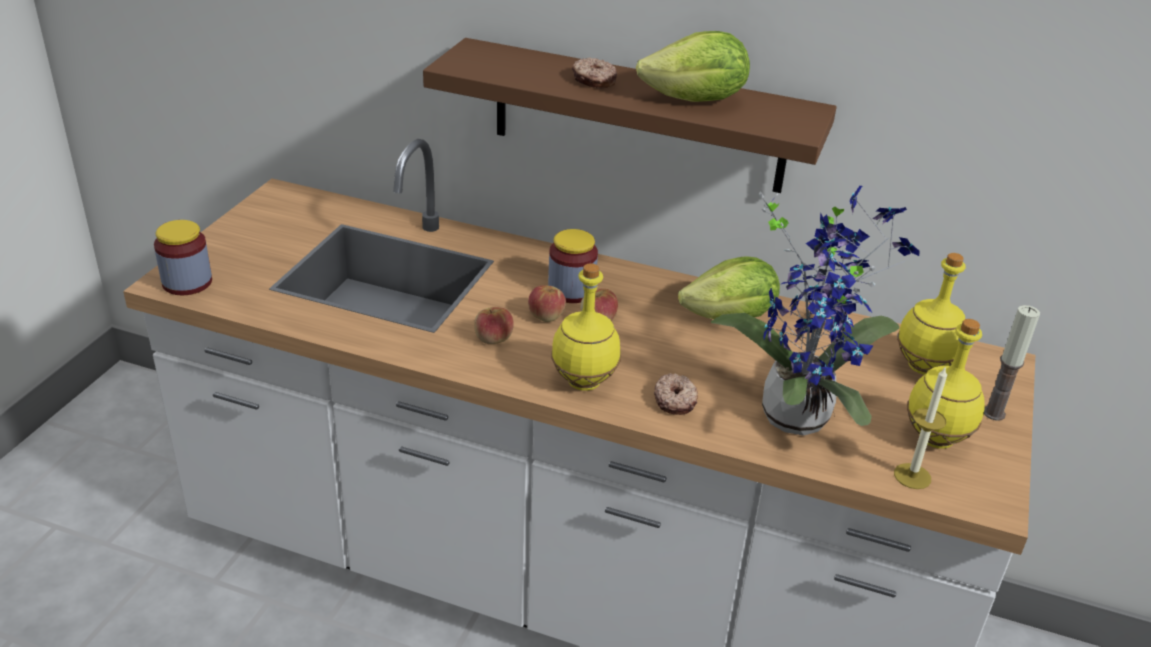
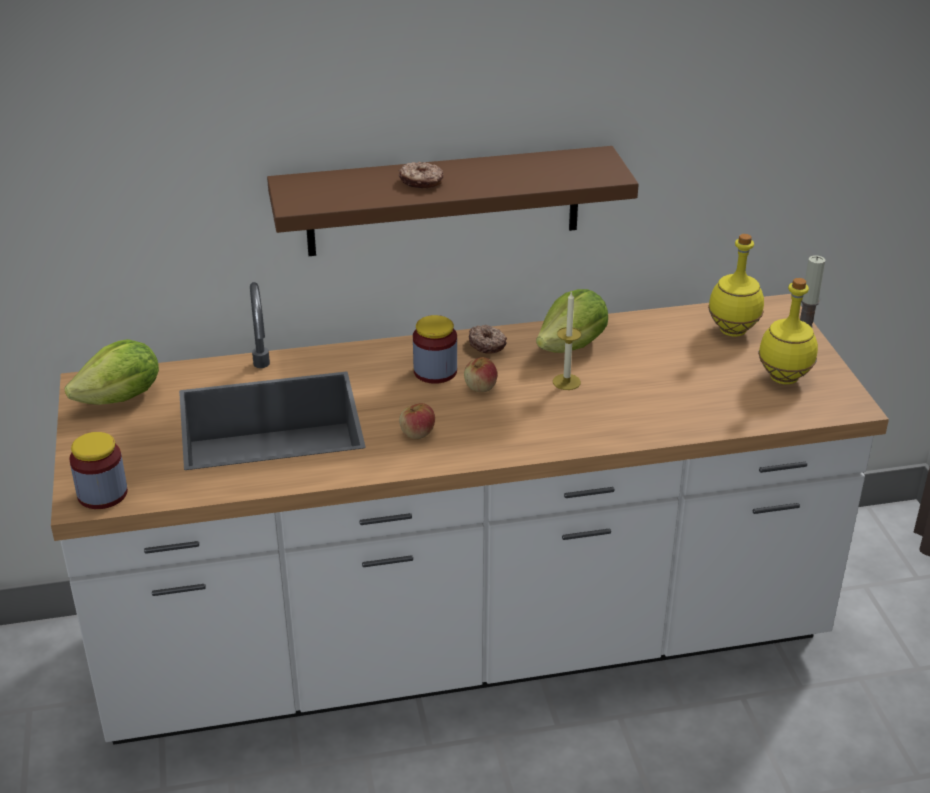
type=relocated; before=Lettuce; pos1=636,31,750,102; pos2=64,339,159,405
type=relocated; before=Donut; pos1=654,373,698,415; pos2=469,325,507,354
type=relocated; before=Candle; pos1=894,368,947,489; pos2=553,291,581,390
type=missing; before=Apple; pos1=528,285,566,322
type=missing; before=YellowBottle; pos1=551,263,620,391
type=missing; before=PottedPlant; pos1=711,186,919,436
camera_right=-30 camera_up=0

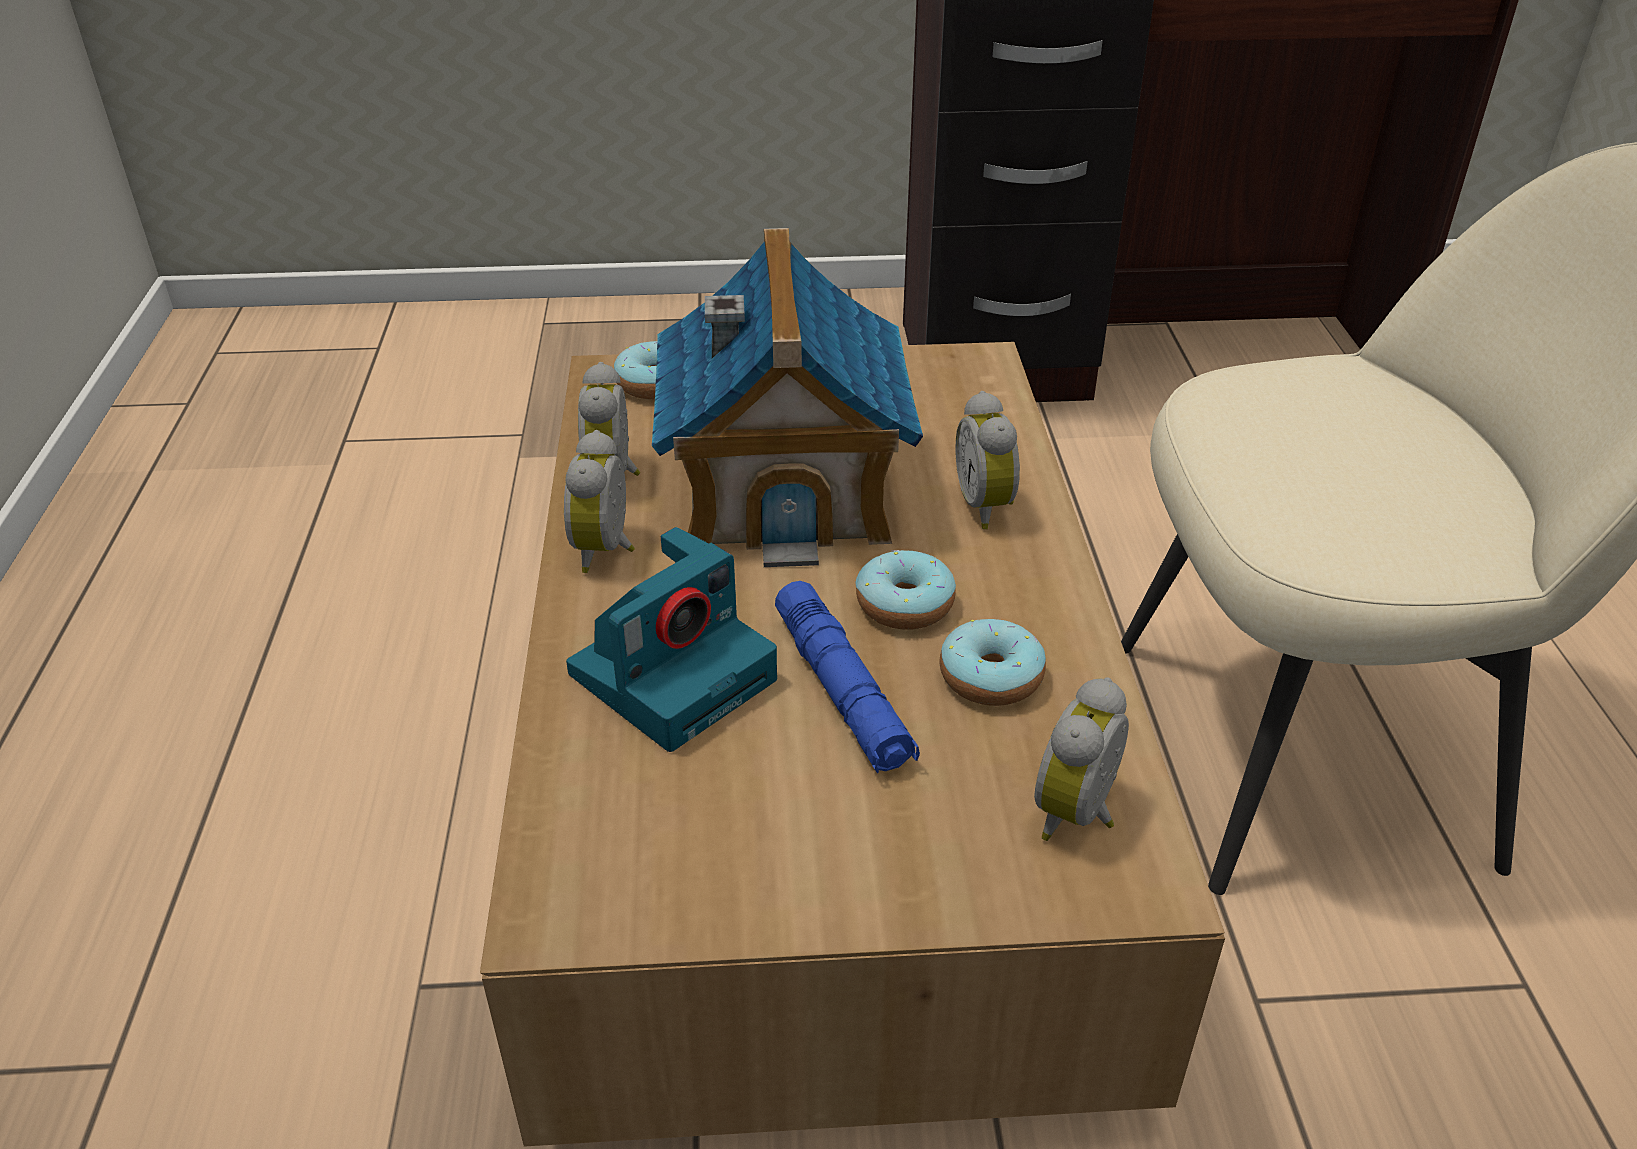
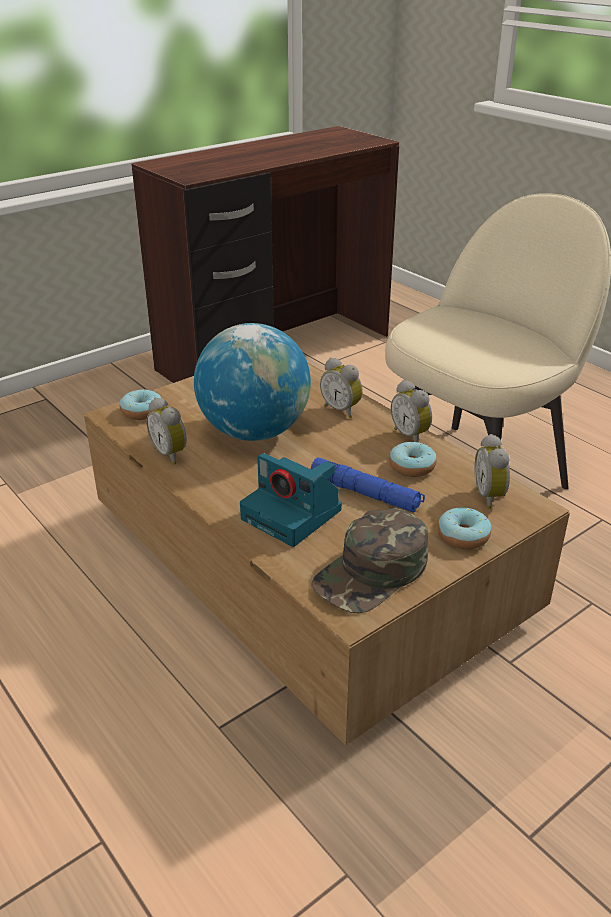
type=exchanged; before=ToyHouse; after=Globe; pos1=652,228,923,567; pos2=194,323,311,441
type=spun; before=PhotoCamera; pos1=566,527,777,752; pos2=240,453,342,547; turn=120
type=appeared; after=GreenCap; pos2=311,508,428,613
type=relocated; before=AlarmClock; pos1=564,430,635,573; pos2=391,380,432,442
type=relocated; before=Donut; pos1=856,550,956,630; pos2=438,507,491,549
camera_right=-35 camera_up=-5

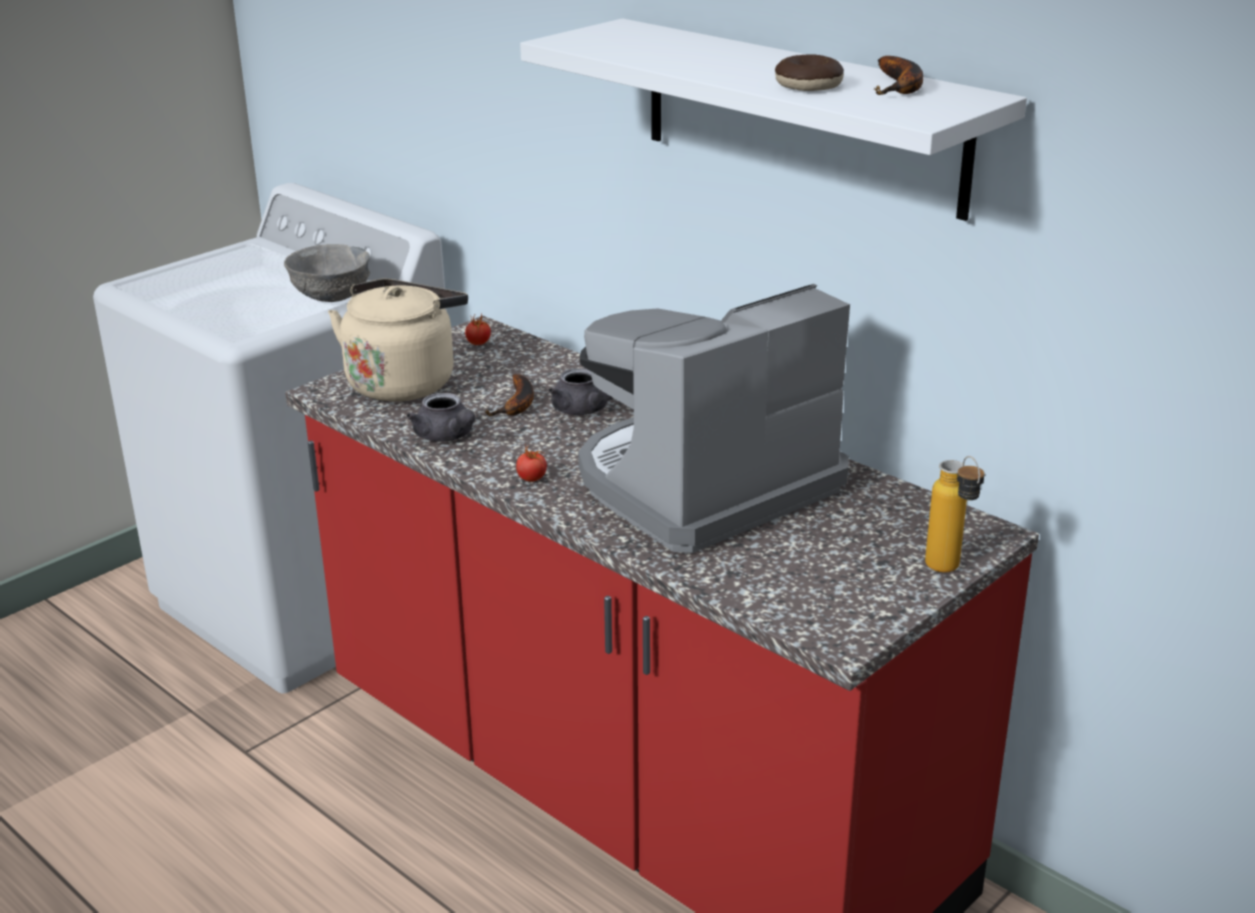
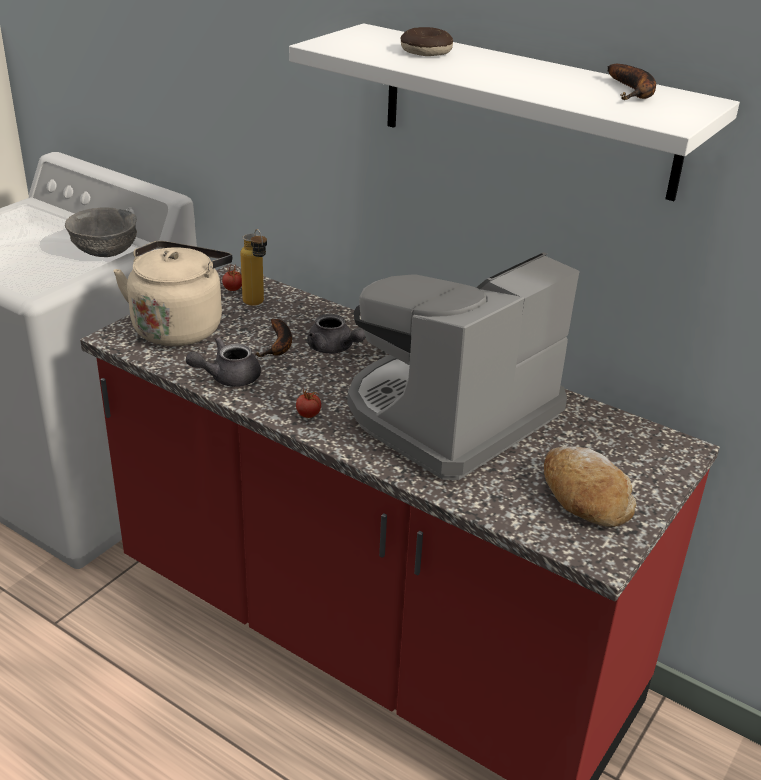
type=spun; before=GreyTeapot; pos1=406,393,475,442; pos2=186,337,261,387; turn=105
type=relocated; before=Bottle; pos1=925,456,985,573; pos2=241,229,267,306
type=relocated; before=Donut; pos1=775,55,844,91; pos2=401,27,453,56
type=appeared; after=Bread; pos2=544,447,636,527
camera_right=-10 camera_up=5

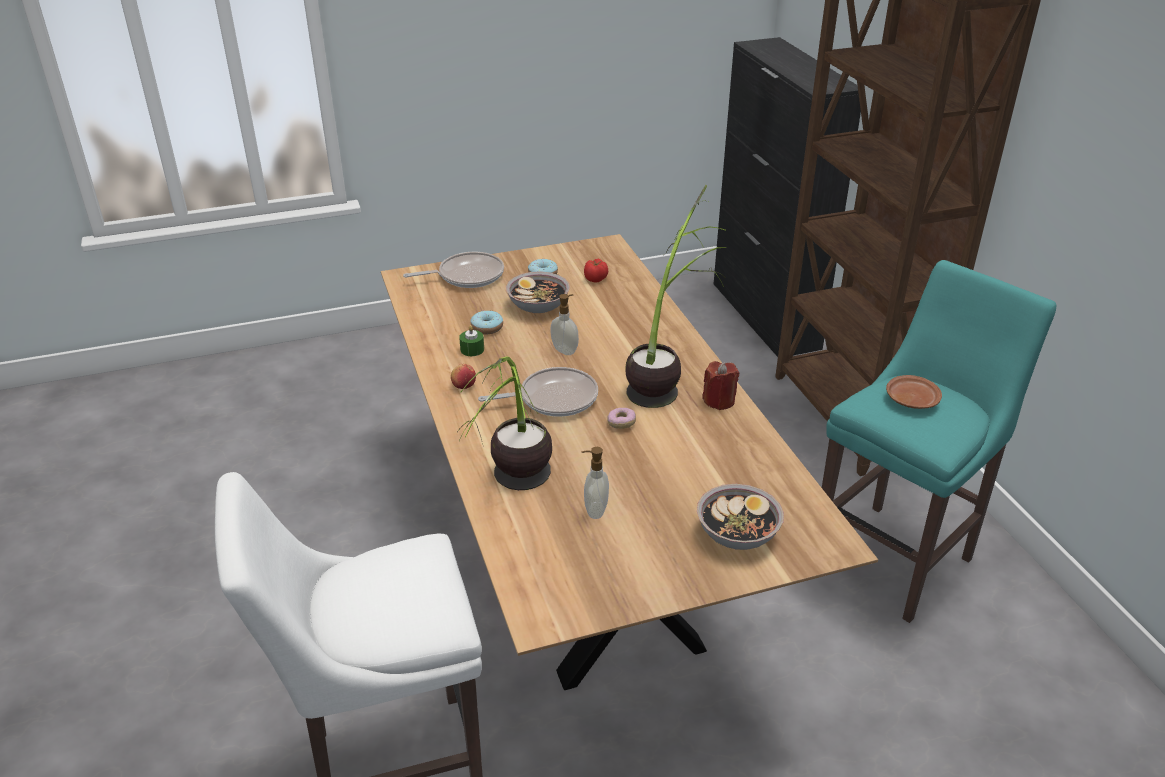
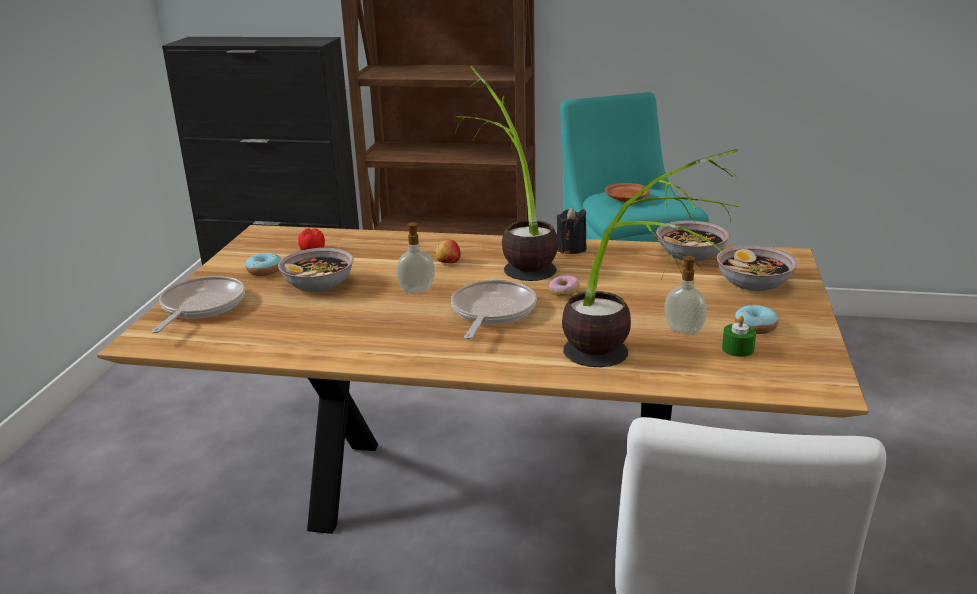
type=relocated; before=Apple; pos1=451,364,476,389; pos2=435,240,461,263
type=colour; before=RedCandle; after=BlackCandle; pos1=702,361,739,410; pos2=557,207,587,254
type=appeared; after=Bowl; pos2=656,220,729,262
type=relocated; before=GreenCandle; pos1=459,325,484,356; pos2=722,315,756,357
type=relocated; before=Donut; pos1=470,310,503,334; pos2=735,305,778,334
camera_right=-60 camera_up=-10

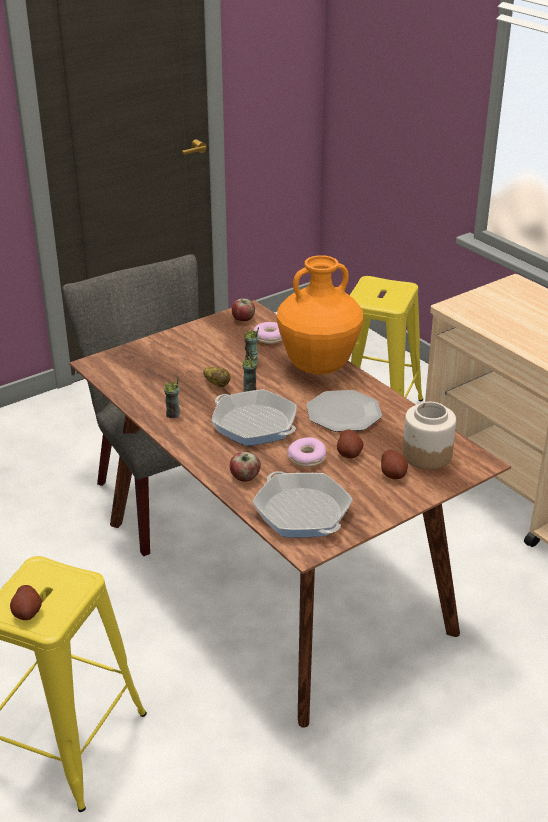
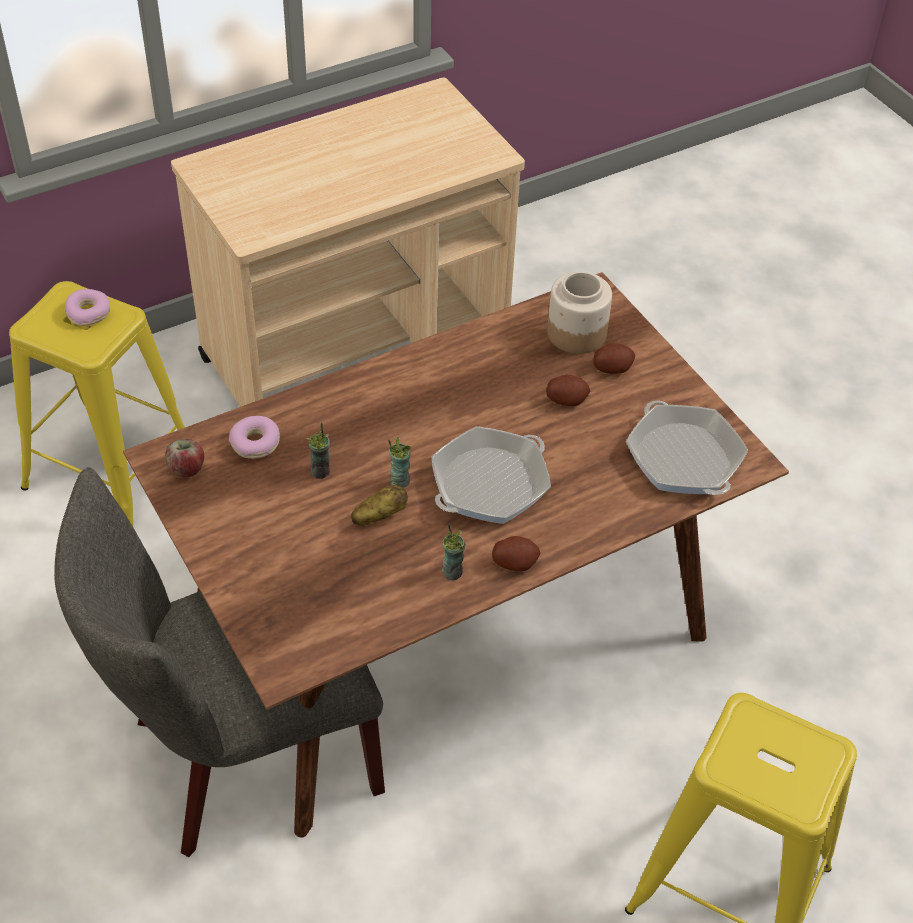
type=relocated; before=Donut; pos1=287,437,326,467; pos2=65,289,110,326
type=relocated; before=Potato; pos1=10,585,42,620; pos2=492,536,540,571
type=spun; before=FryingPan; pos1=252,471,353,538; pos2=626,401,748,495; turn=-90
type=missing; before=Apple; pos1=230,452,261,482
type=missing; before=OrangeVase; pos1=277,255,363,375
type=missing; before=Plate; pos1=307,390,382,432
camera_right=-85 camera_up=15

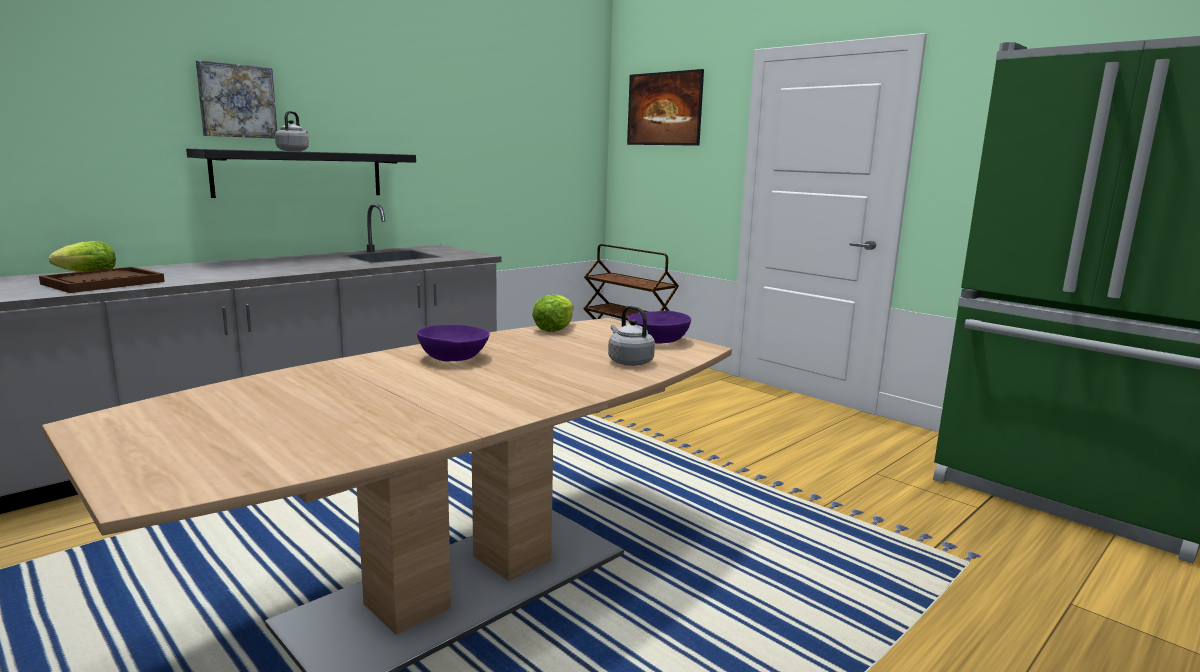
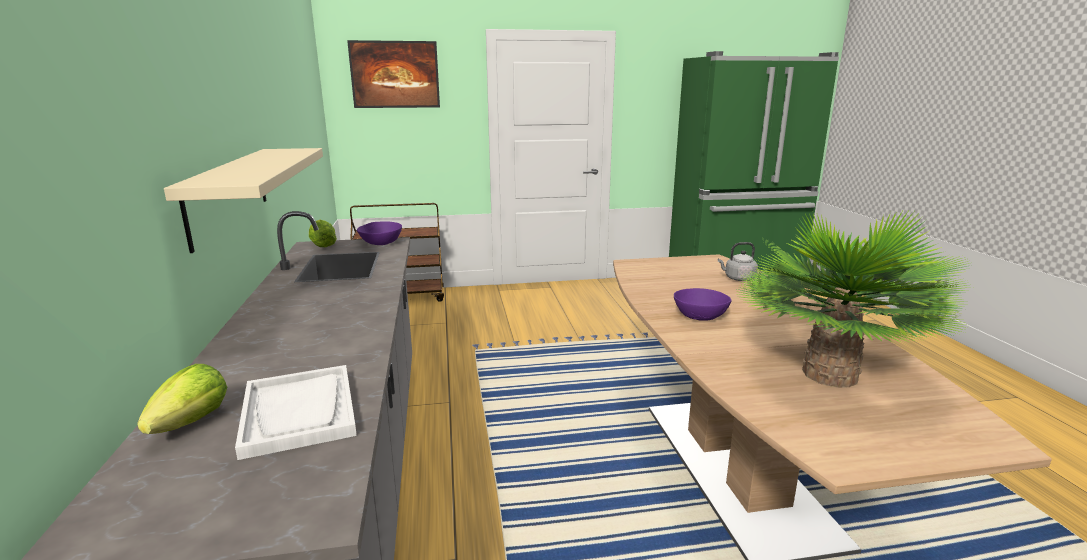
type=colour; before=BlackShelf; after=BeigeShelf; pos1=186,149,416,198; pos2=164,148,323,253
type=colour; before=BrownTray; after=WhiteTray; pos1=39,267,165,293; pos2=235,365,357,460
type=relocated; before=Lettuce; pos1=532,294,574,332; pos2=309,220,337,247
type=relocated; before=PurpleBowl; pos1=628,311,691,344; pos2=357,221,402,245
type=appeared; after=PottedPlant; pos2=735,209,972,388
type=missing; before=Picture; pos1=196,60,277,139
type=missing; before=GreyKettle; pos1=275,111,309,151
camera_right=-55 camera_up=5

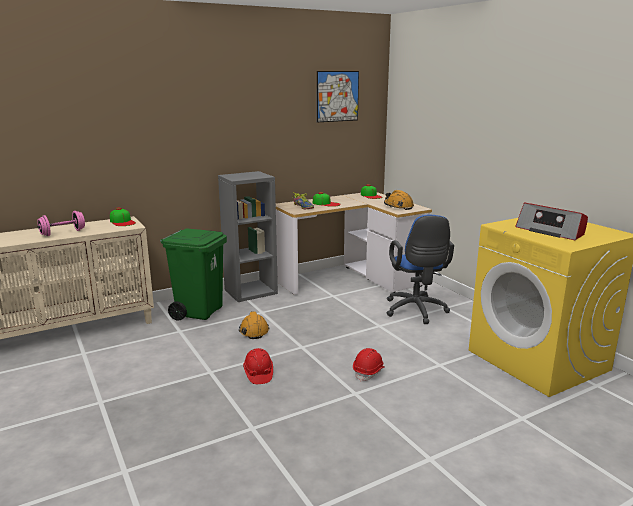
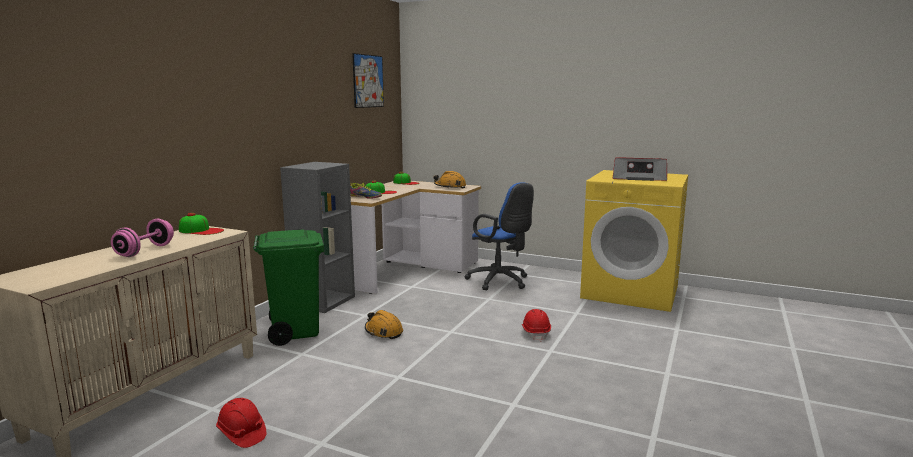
type=relocated; before=RedHardHat; pos1=243,348,273,384; pos2=216,398,266,448
camera_right=-35 camera_up=-5

